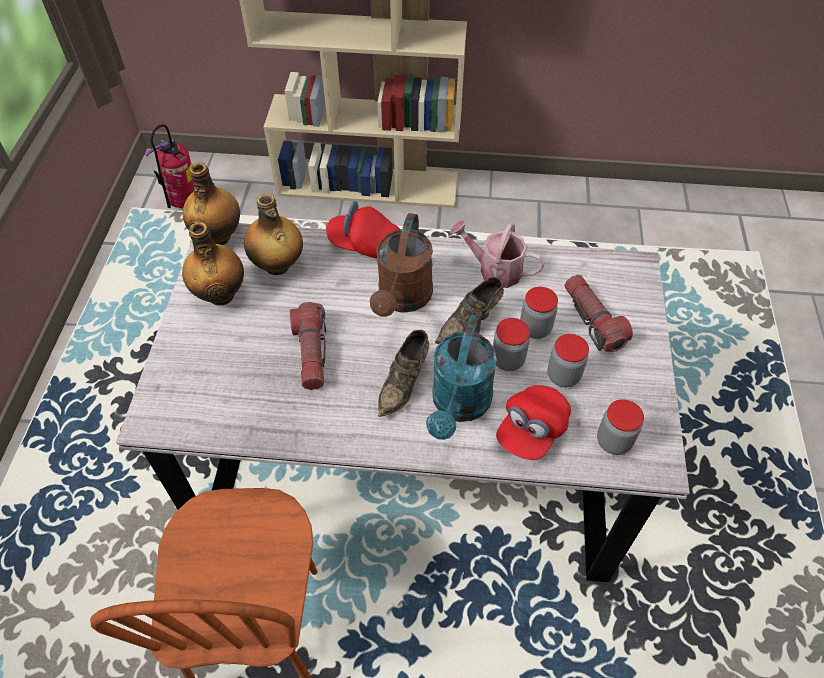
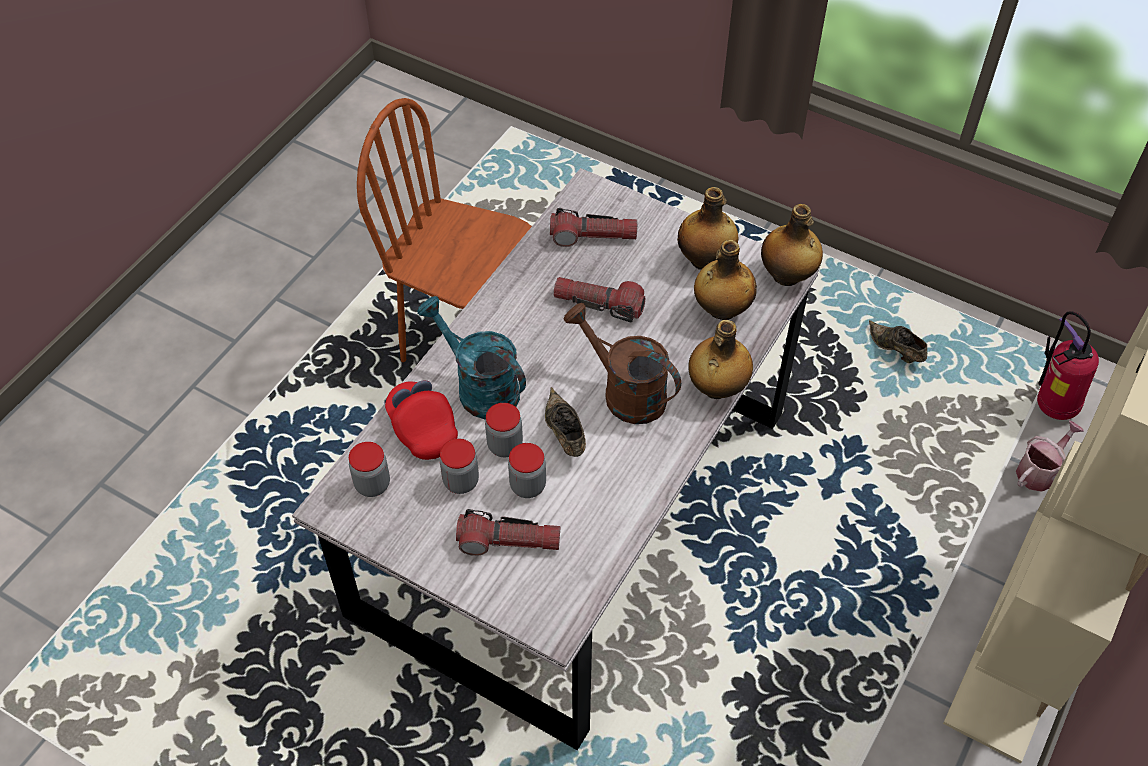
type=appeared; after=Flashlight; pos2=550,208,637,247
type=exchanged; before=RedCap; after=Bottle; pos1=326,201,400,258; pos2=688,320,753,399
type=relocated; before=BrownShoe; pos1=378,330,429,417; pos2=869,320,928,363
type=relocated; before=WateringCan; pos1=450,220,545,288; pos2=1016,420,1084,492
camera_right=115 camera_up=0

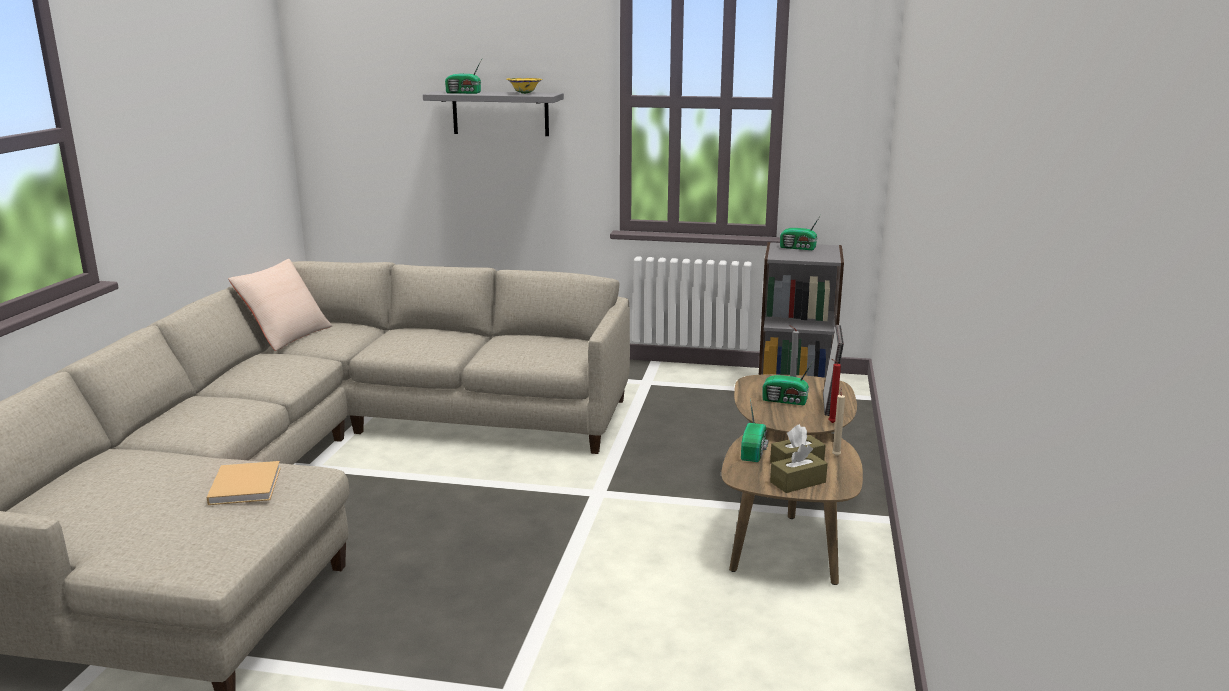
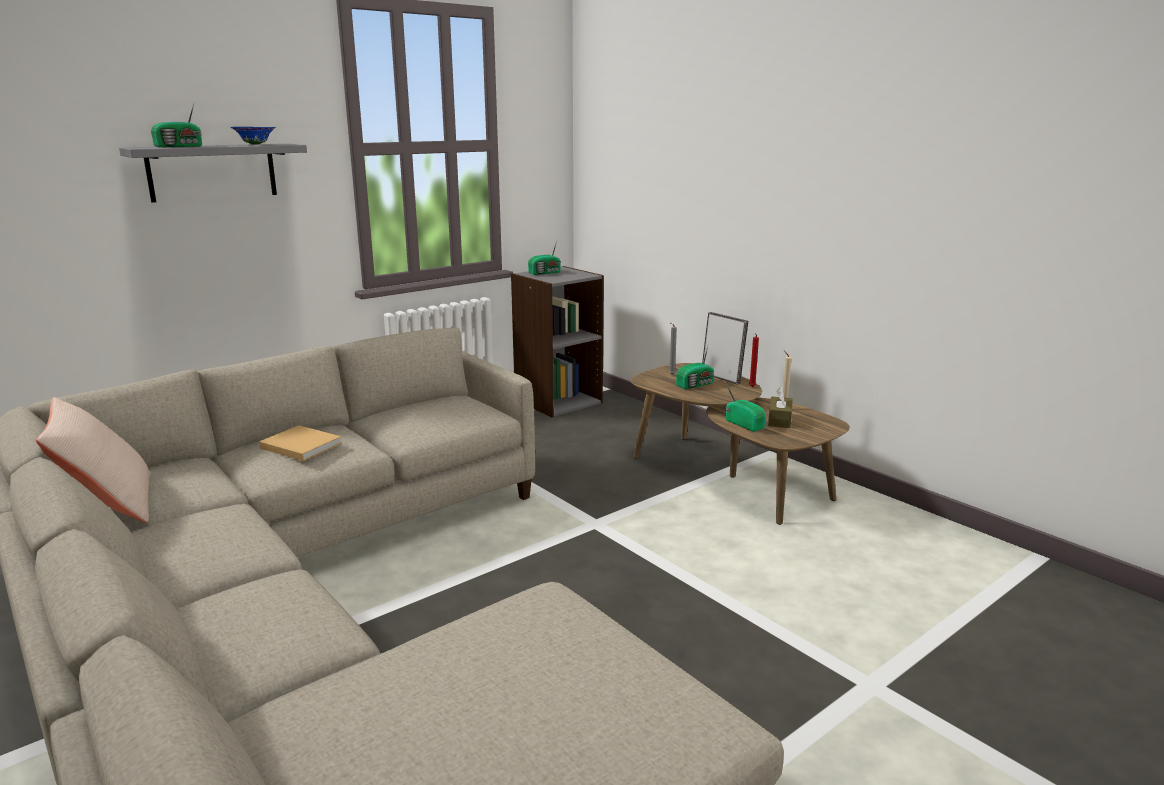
type=colour; before=YellowBowl; after=BlueBowl; pos1=507,78,543,94; pos2=230,127,276,145
type=relocated; before=BeigeBook; pos1=207,461,281,505; pos2=259,425,342,461
type=missing; before=BrownTissueBox; pos1=770,444,828,493
camera_right=-50 camera_up=0

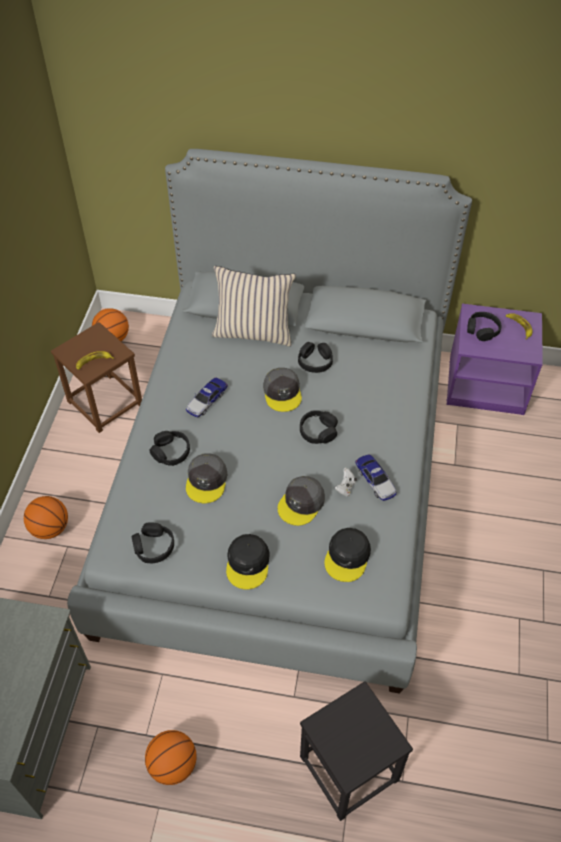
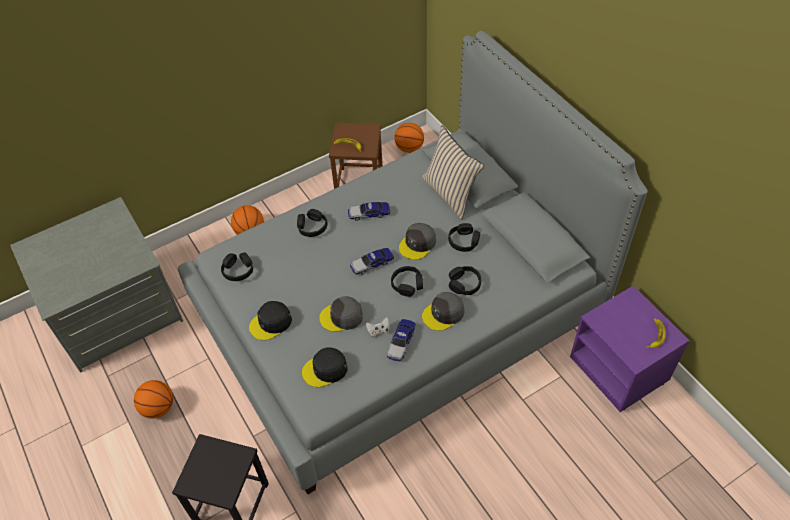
type=appeared; after=ToyCar; pos2=350,248,394,274
type=relocated; before=GreyCap; pos1=186,453,227,503; pos2=422,292,464,331
type=relocated; before=BlackHeadphones; pos1=467,312,501,341; pos2=449,266,481,295
camera_right=50 camera_up=0

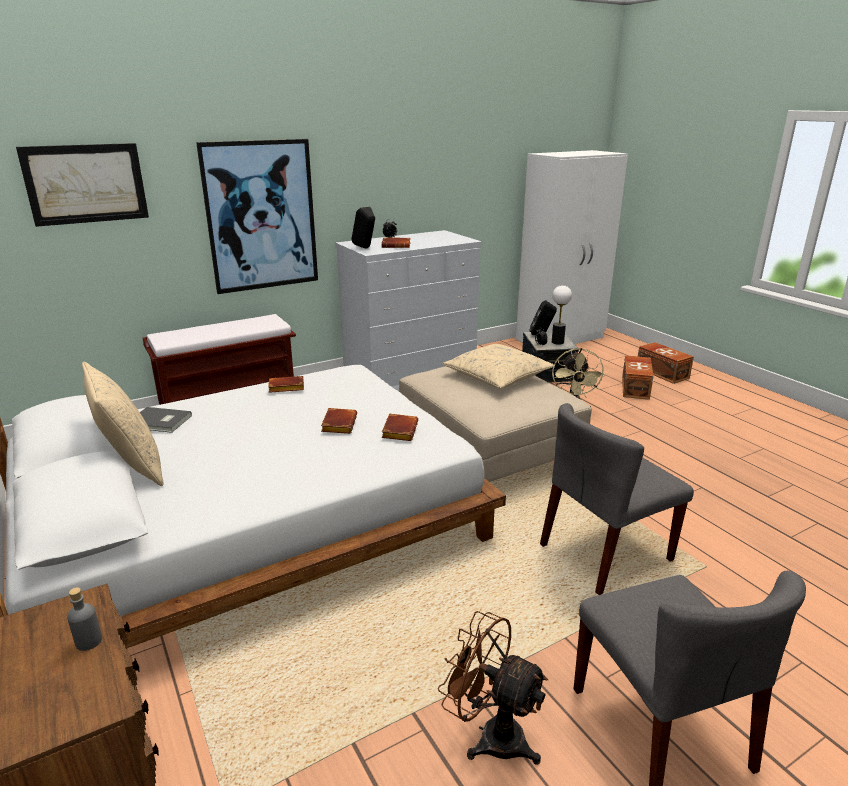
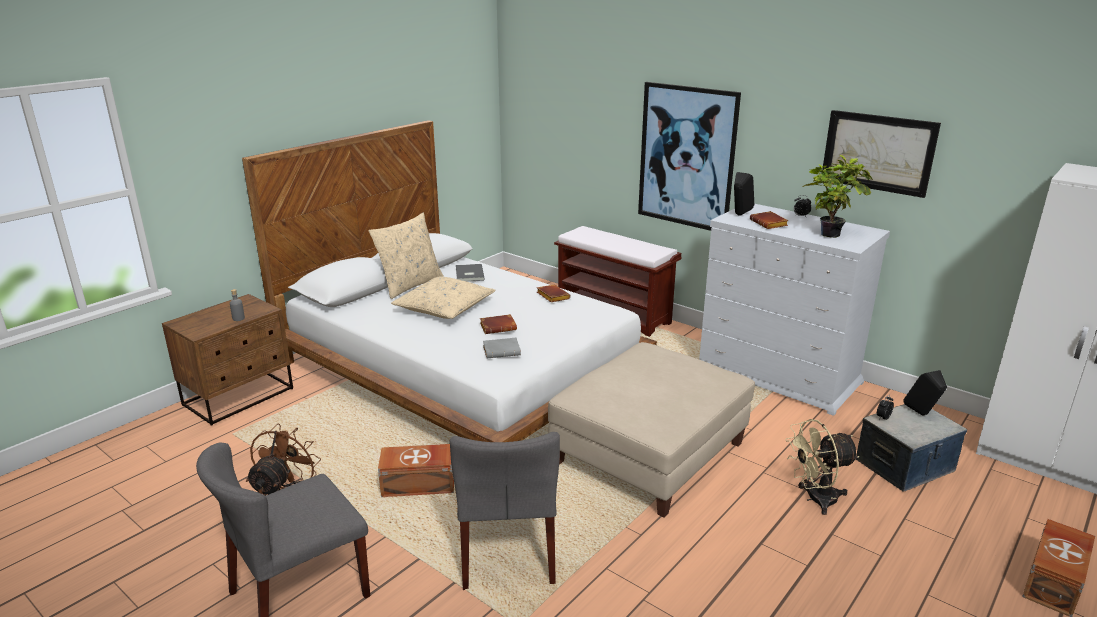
type=relocated; before=BrownStorageBox; pos1=622,355,653,400; pos2=378,444,454,497
type=relocated; before=BeigePillow; pos1=442,344,555,389; pos2=391,276,496,319
type=spun; before=GreyChair; pos1=540,403,694,595; pos2=450,432,560,590; turn=-135
type=colour; before=BrownBook; after=GreyBook; pos1=382,414,418,441; pos2=483,338,521,358
type=appeared; after=PottedPlant; pos2=802,155,873,238
type=relocated; before=Picture; pos1=16,143,149,227; pos2=822,110,941,198
type=missing; before=TableLamp; pos1=552,285,572,345
camera_right=70 camera_up=0

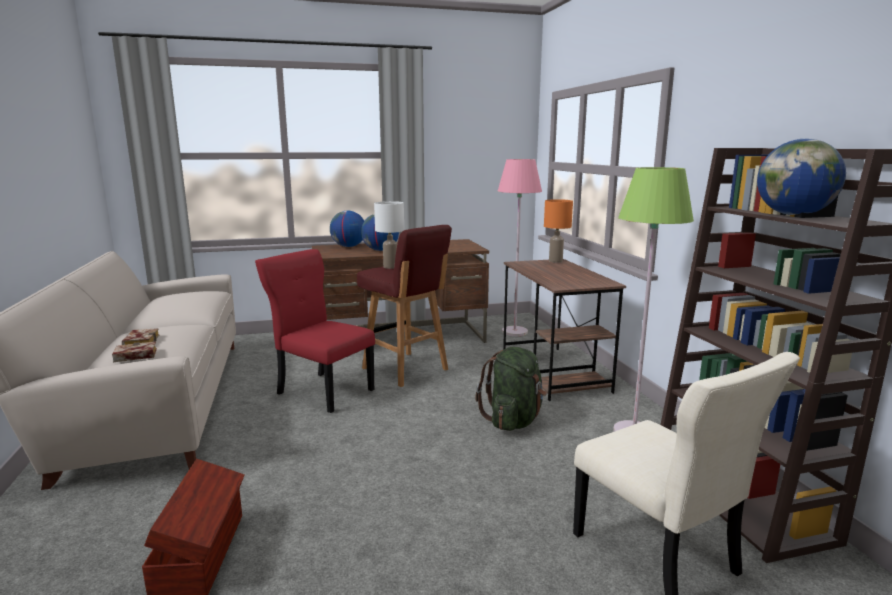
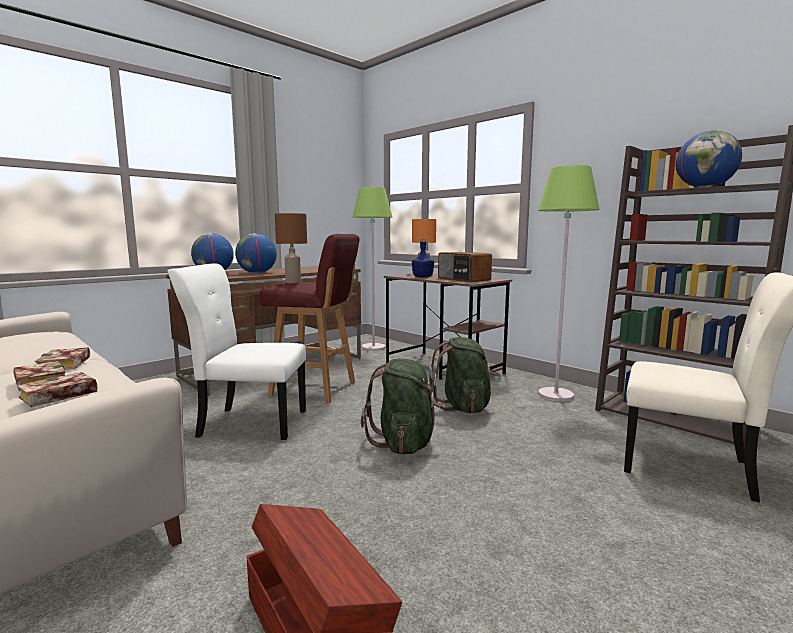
type=appeared; after=Book; pos2=35,347,90,369
type=colour; before=RedChair; after=WhiteChair; pos1=255,249,375,413; pos2=168,264,306,440
type=colour; before=WhiteTableLamp; after=BrownTableLamp; pos1=374,201,404,269; pos2=275,213,307,283
type=colour; before=PinkFloorLamp; after=GreenFloorLamp; pos1=498,159,542,336; pos2=353,187,392,351
type=appeared; after=GreenBackpack; pos2=361,358,442,455
type=appeared; after=BlueBottle; pos2=412,239,434,278
type=appeared; after=Radio; pos2=438,252,492,282
camera_right=-30 camera_up=-5

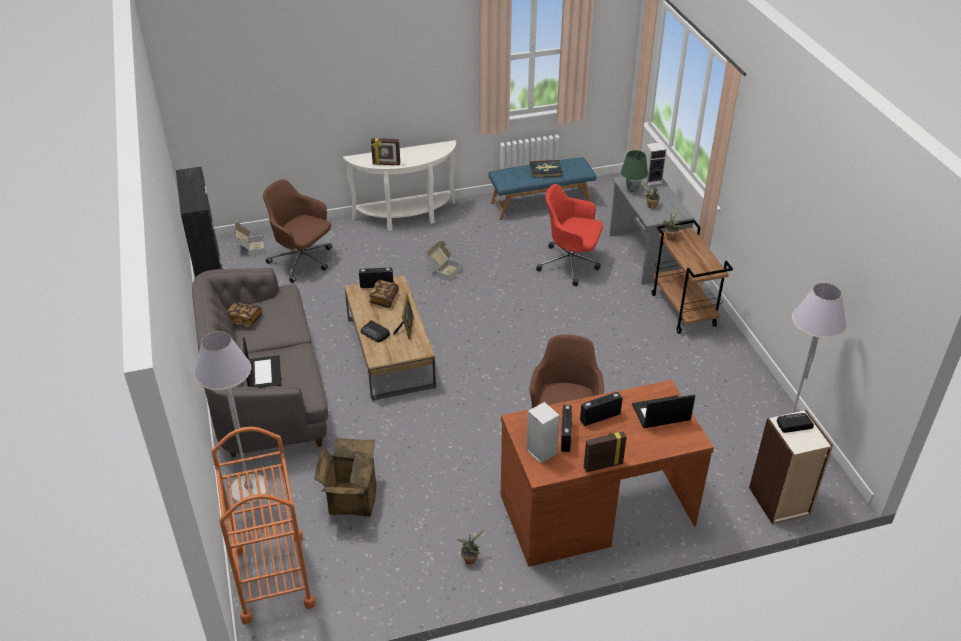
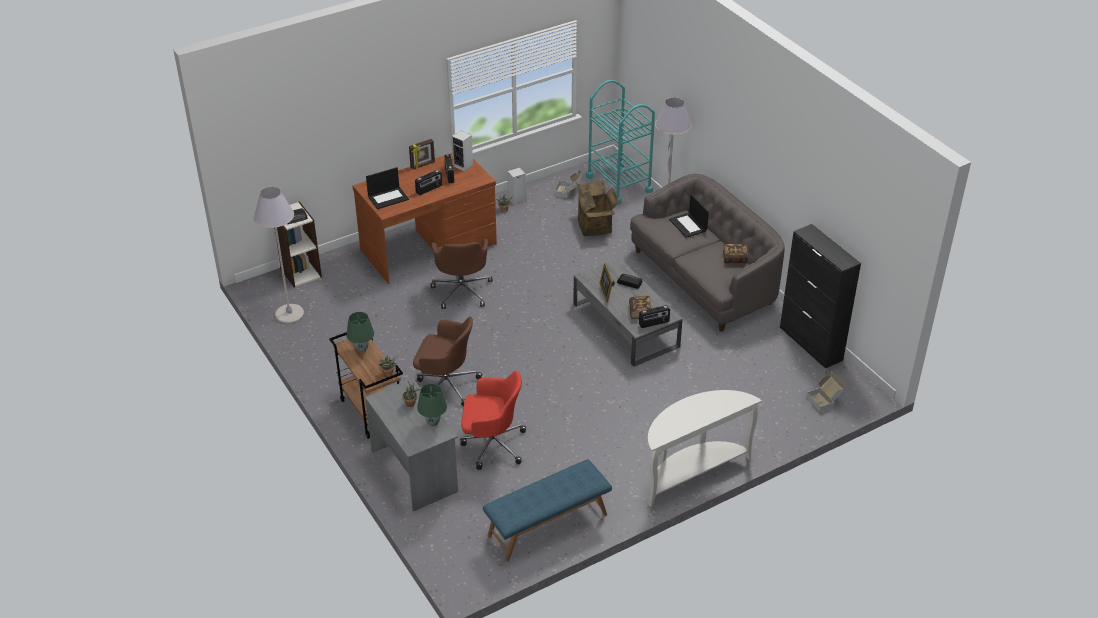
type=appeared; after=GreenTableLamp; pos2=346,312,374,353
type=relocated; before=BrownOfficeChair; pos1=263,179,332,283; pos2=413,317,482,407
type=relocated; before=Speaker; pos1=643,142,667,186; pos2=507,167,526,205
type=relocated; before=CardboardBox; pos1=426,241,462,281; pos2=555,170,582,198
type=colour; before=BrownCoffeeTable; after=GreyCoffeeTable; pos1=344,275,436,401; pos2=573,258,683,367
type=colour; before=OrangeCart; after=TurquoiseCart; pos1=211,427,316,624; pos2=586,80,655,205
type=missing; before=PictureFrame; pos1=371,138,400,165
type=missing; before=Book; pos1=530,160,563,178
camera_right=165 camera_up=0

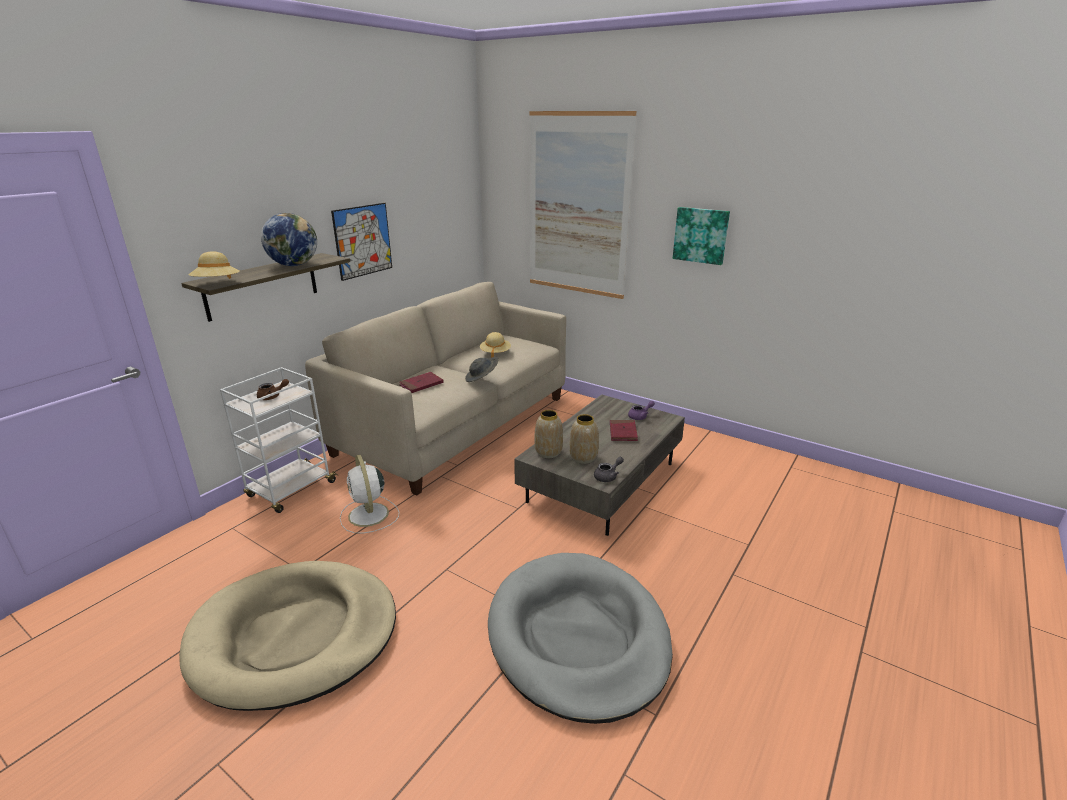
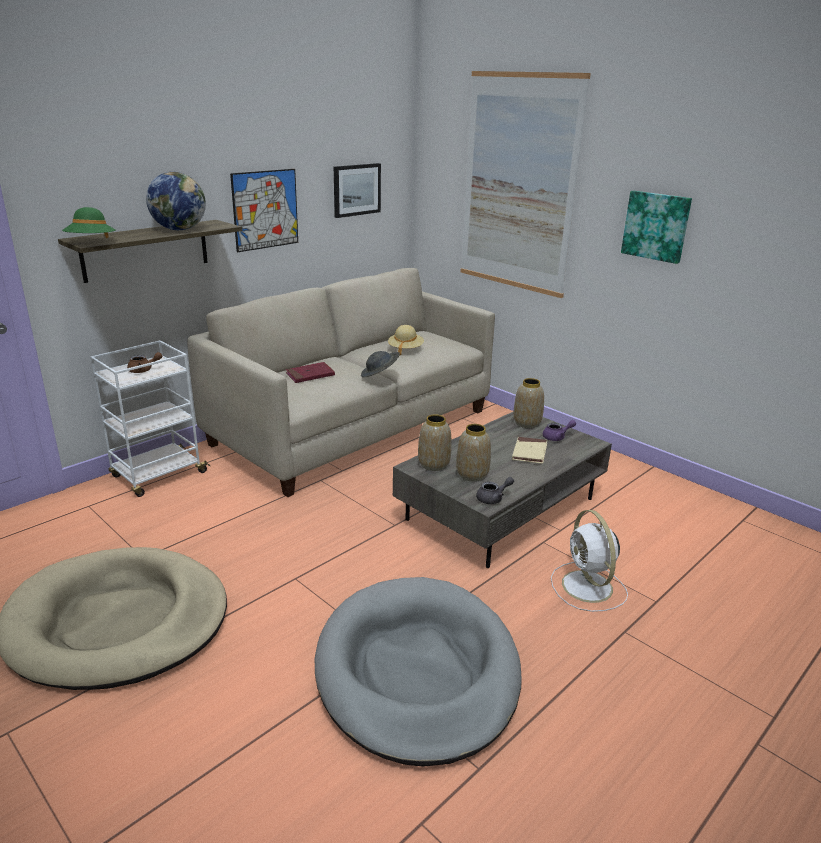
type=colour; before=BeigeHat; after=GreenHat; pos1=188,252,240,279; pos2=62,207,116,238
type=appeared; after=Picture; pos2=334,163,381,218
type=colour; before=RedBook; after=BeigeBook; pos1=610,420,638,441; pos2=512,437,548,464
type=appeared; after=Vase; pos2=513,378,544,428
type=relocated; before=WhiteFan; pos1=340,455,399,533; pos2=551,510,628,612
camera_right=10 camera_up=0

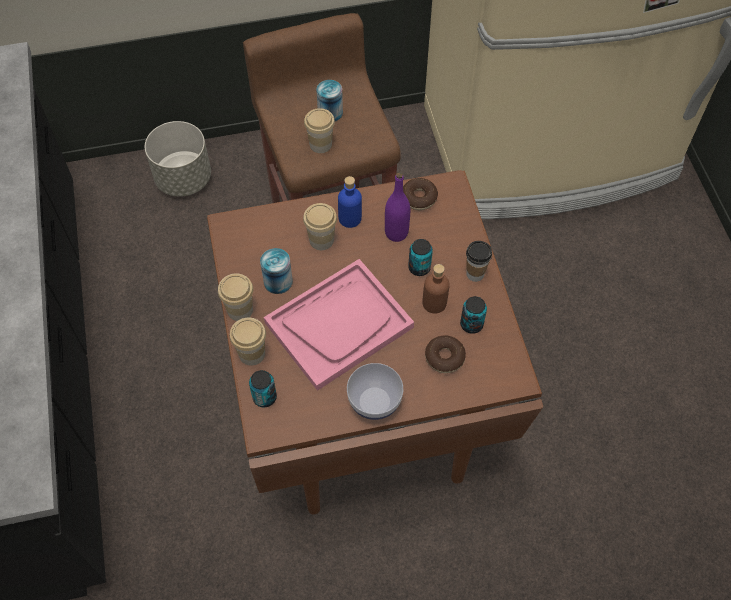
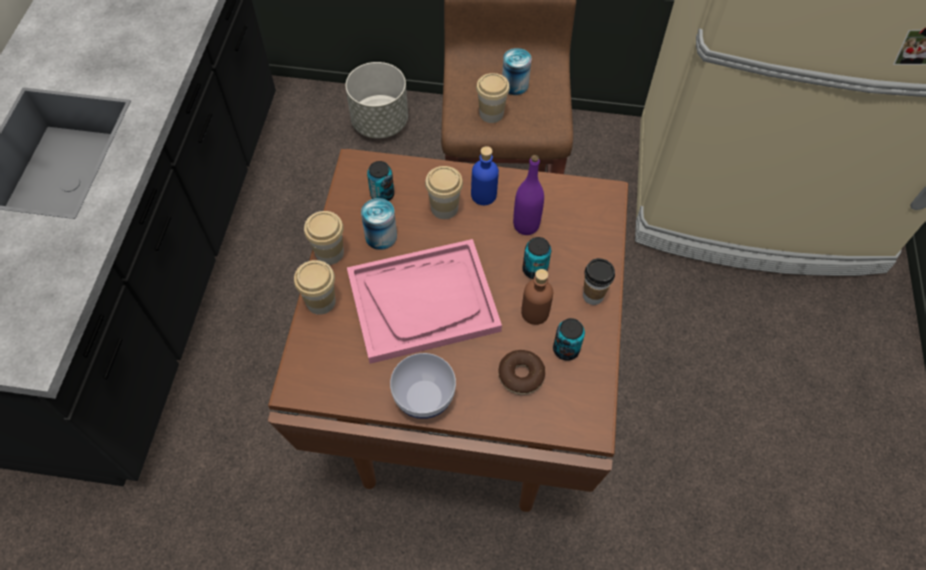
type=relocated; before=Can; pos1=249,370,277,407; pos2=367,161,394,201
type=missing; before=Donut; pos1=403,178,438,210
camera_right=20 camera_up=0

